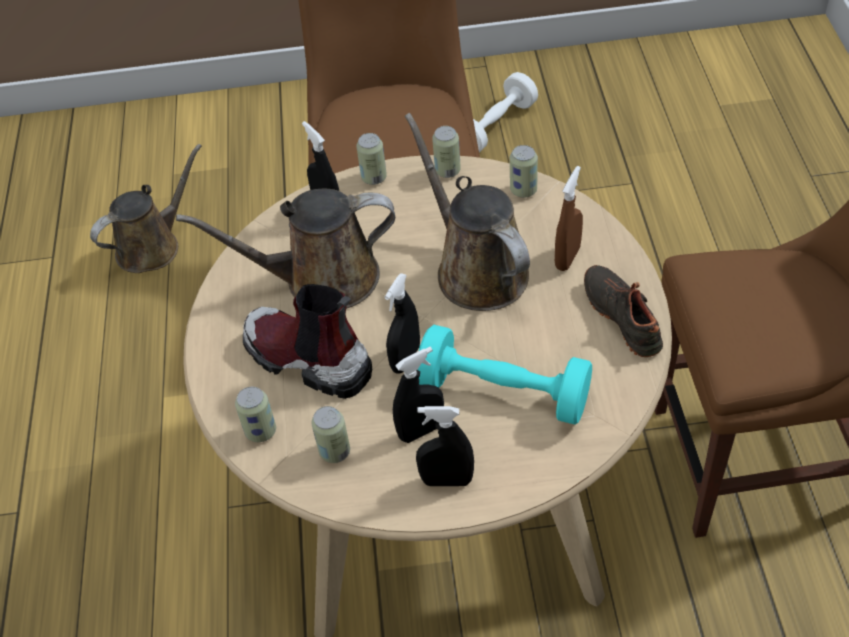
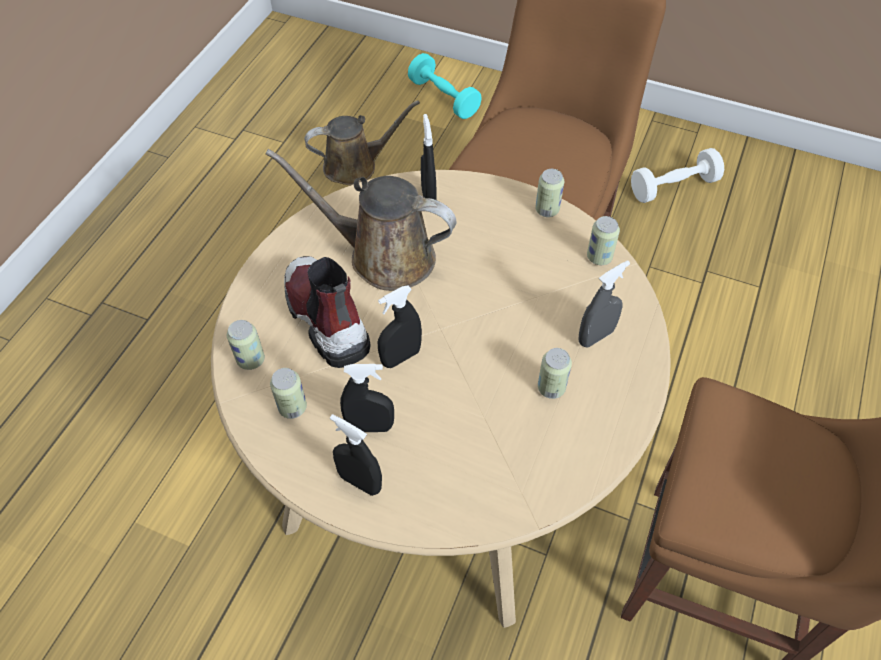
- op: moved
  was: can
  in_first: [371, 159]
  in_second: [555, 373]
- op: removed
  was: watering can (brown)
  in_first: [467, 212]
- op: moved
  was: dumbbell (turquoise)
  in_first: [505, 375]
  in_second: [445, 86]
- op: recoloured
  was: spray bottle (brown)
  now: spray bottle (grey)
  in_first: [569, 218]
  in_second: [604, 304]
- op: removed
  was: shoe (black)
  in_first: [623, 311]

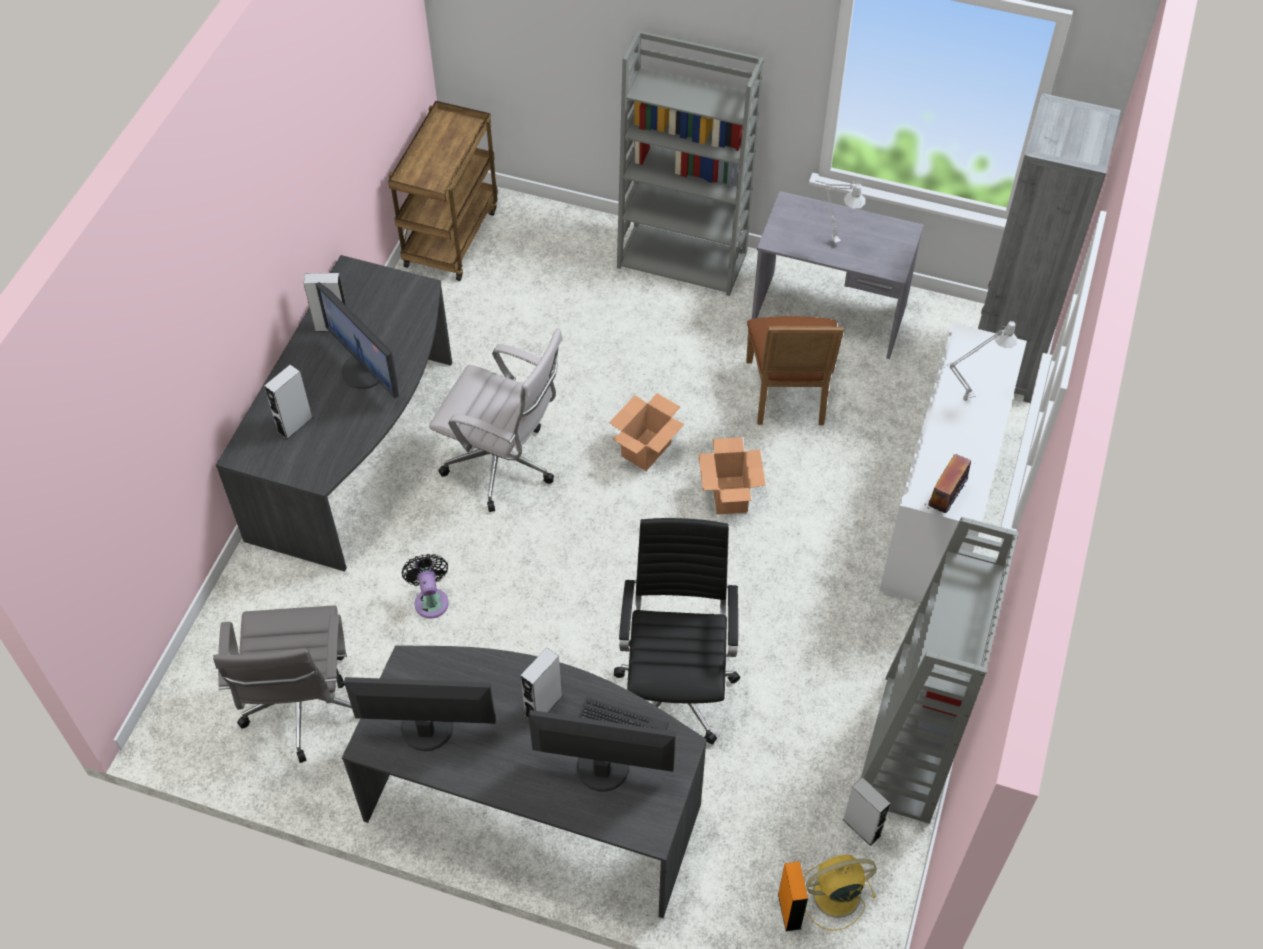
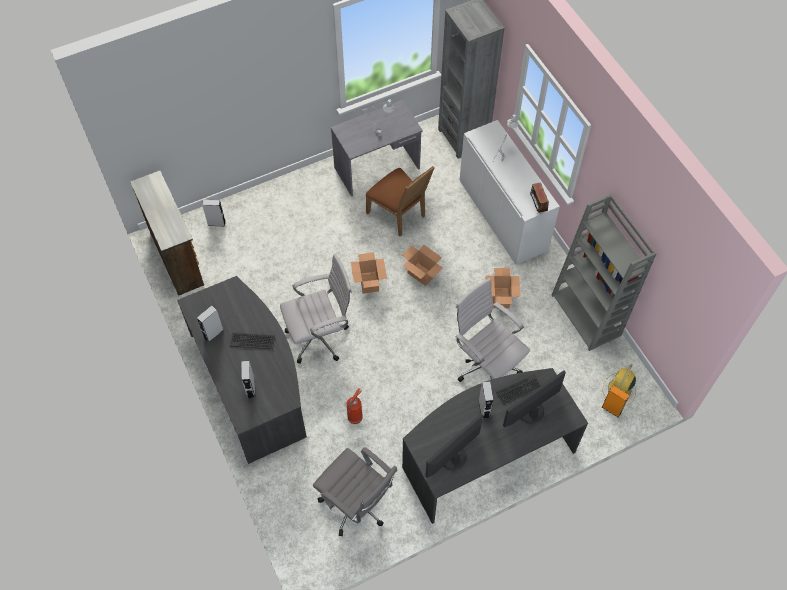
- op: replaced
  was: monitor
  now: keyboard
  in_first: [357, 340]
  in_second: [252, 340]
- op: replaced
  was: cart (brown)
  now: dresser (brown)
  in_first: [443, 191]
  in_second: [167, 233]
- op: replaced
  was: fan (black)
  now: fire extinguisher
  in_first: [425, 586]
  in_second: [355, 406]
- op: recoloured
  was: office chair (black)
  now: office chair (white)
  in_first: [677, 631]
  in_second: [492, 330]
- op: removed
  was: bookcase (grey)
  in_first: [690, 163]
- op: moved
  was: speaker (grey)
  in_first: [866, 811]
  in_second: [214, 213]
- op: added
  now: cardboard box
  in_second: [503, 288]

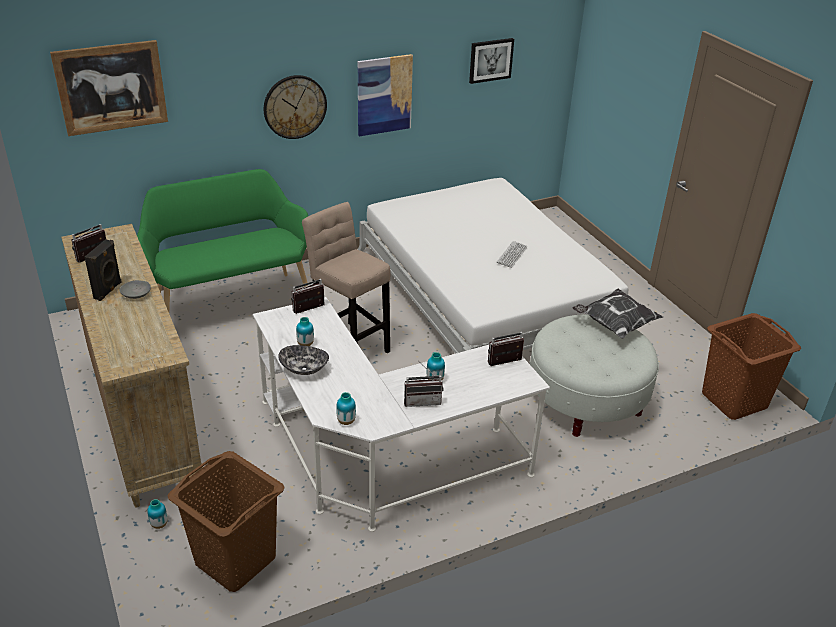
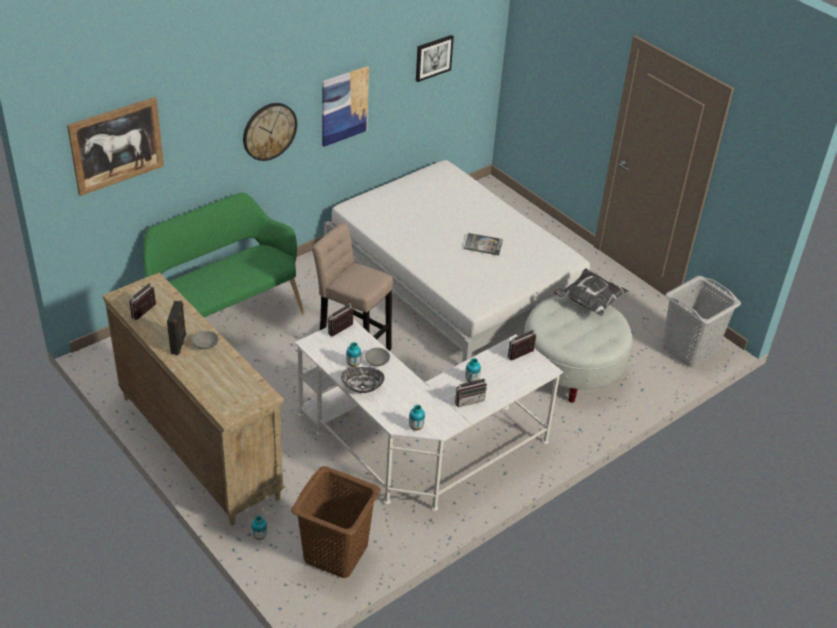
- op: replaced
  was: keyboard
  now: book
  in_first: [512, 254]
  in_second: [483, 244]
- op: recoloured
  was: laundry basket (brown)
  now: laundry basket (grey)
  in_first: [751, 366]
  in_second: [701, 321]
- op: added
  now: bowl (grey)
  in_second: [377, 357]

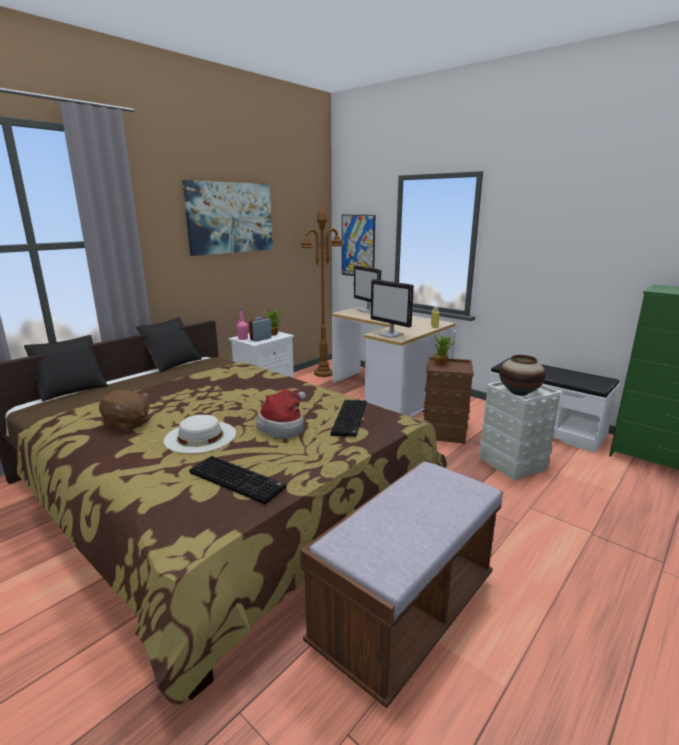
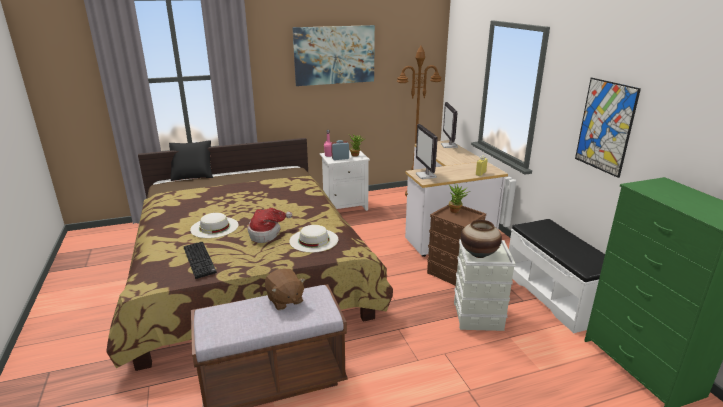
- op: moved
  was: plush toy (brown)
  in_first: [124, 411]
  in_second: [285, 289]
- op: removed
  was: pillow (black)
  in_first: [168, 345]
- op: replaced
  was: keyboard
  now: hat (white)
  in_first: [348, 418]
  in_second: [313, 238]
- op: moved
  was: picture
  in_first: [358, 245]
  in_second: [608, 128]

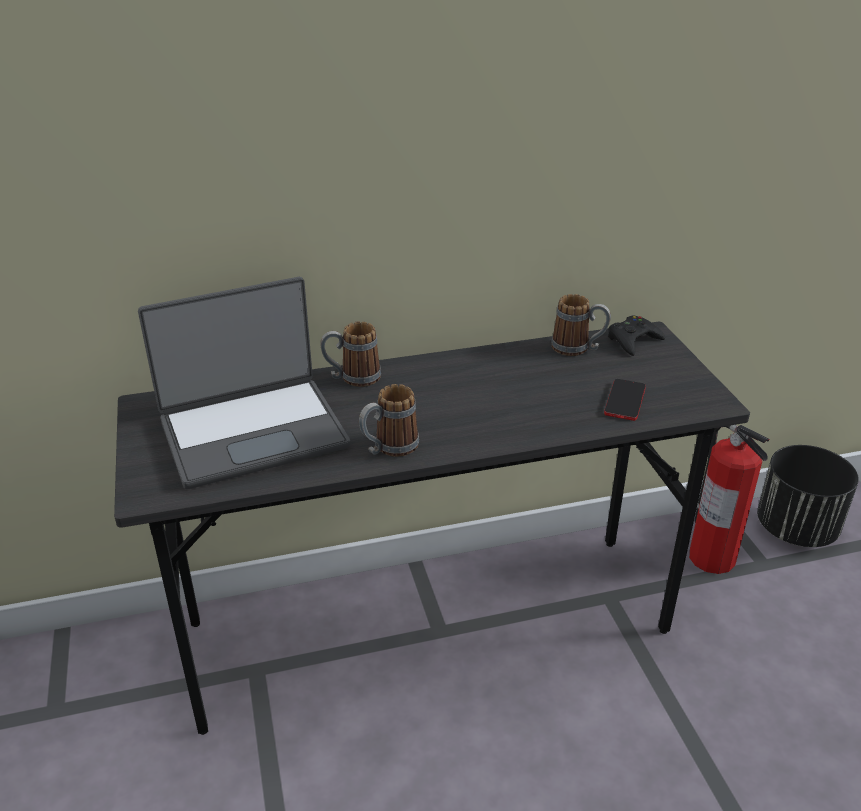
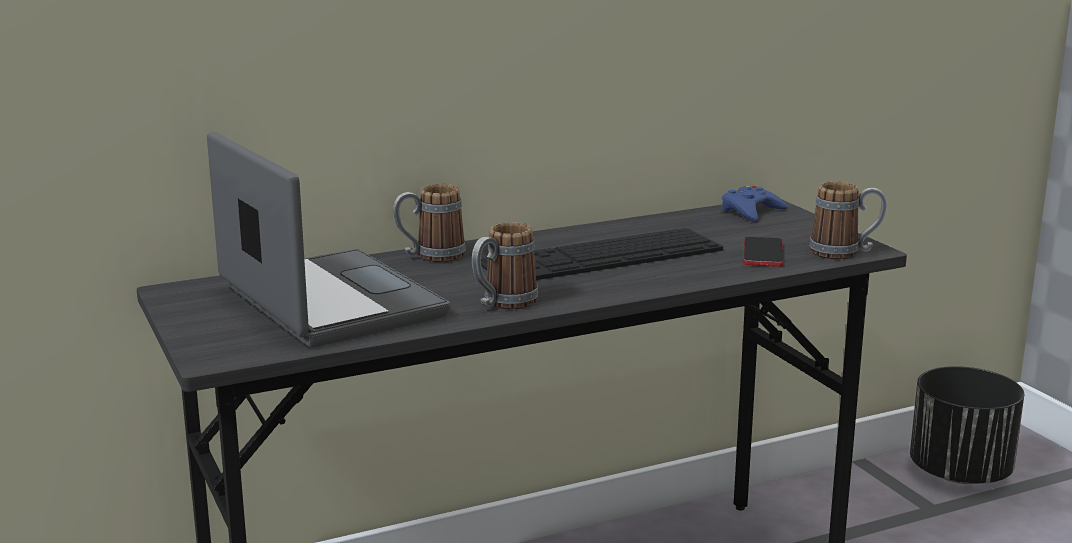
- op: turned
  was: laptop
  in_first: [244, 383]
  in_second: [328, 240]
  clockwise: -90
- op: moved
  was: mug
  in_first: [581, 325]
  in_second: [848, 220]
- op: recoloured
  was: game controller (black)
  now: game controller (blue)
  in_first: [636, 335]
  in_second: [754, 204]
- op: removed
  was: fire extinguisher
  in_first: [729, 499]
- op: added
  now: keyboard
  in_second: [602, 254]

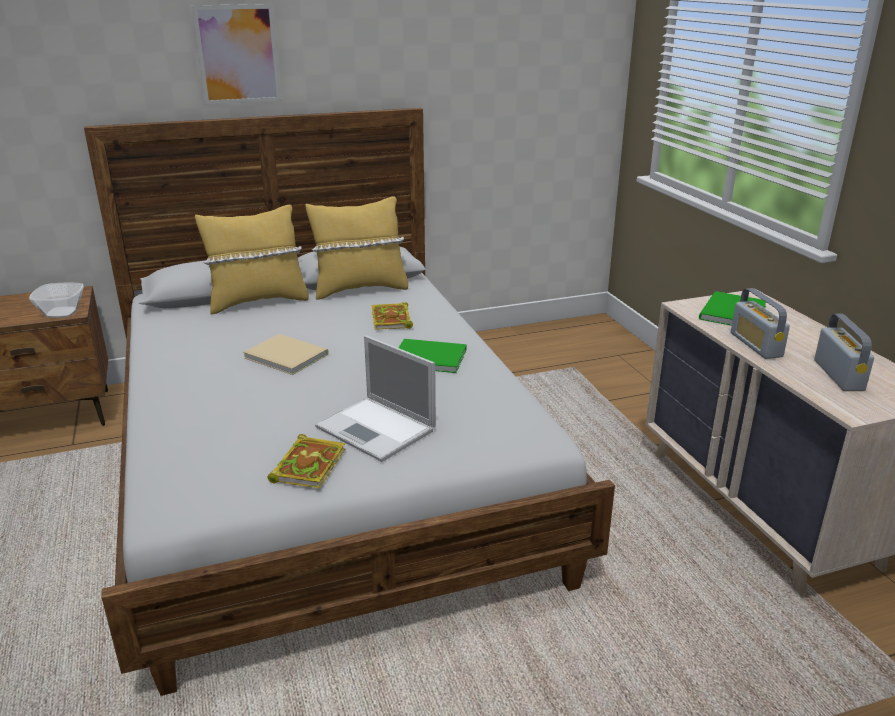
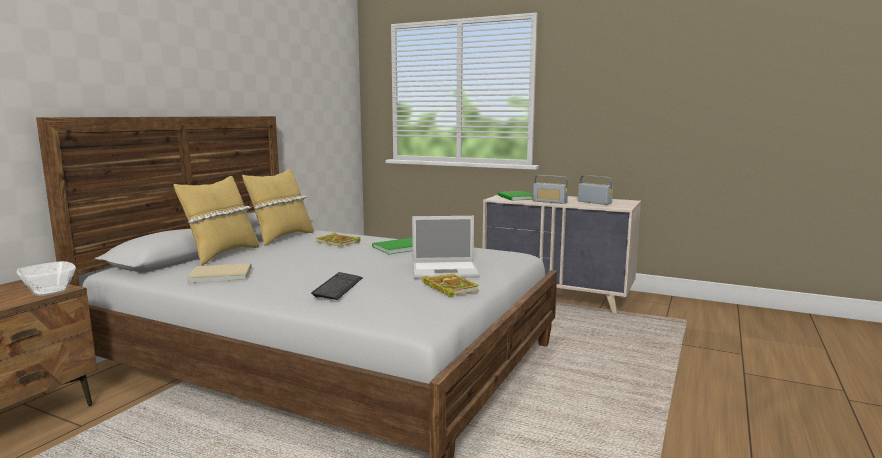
- op: removed
  was: picture
  in_first: [236, 54]
- op: moved
  was: book (beige)
  in_first: [286, 354]
  in_second: [219, 273]
- op: added
  now: keyboard
  in_second: [337, 286]

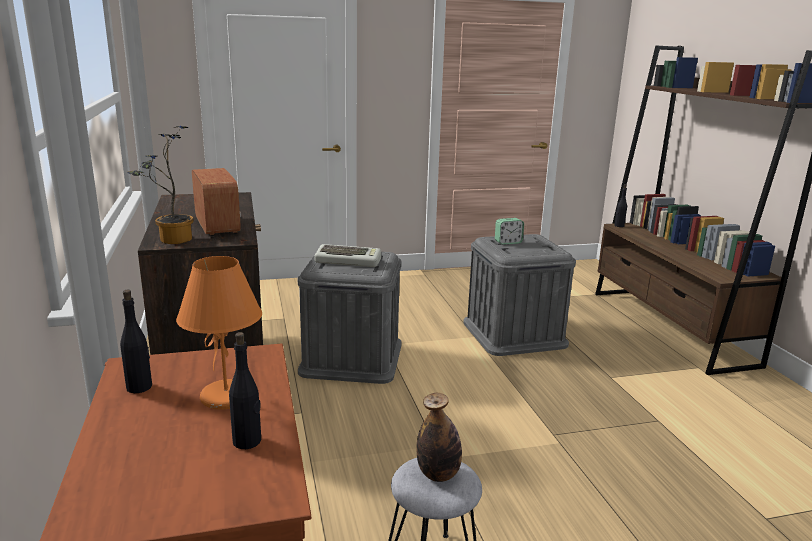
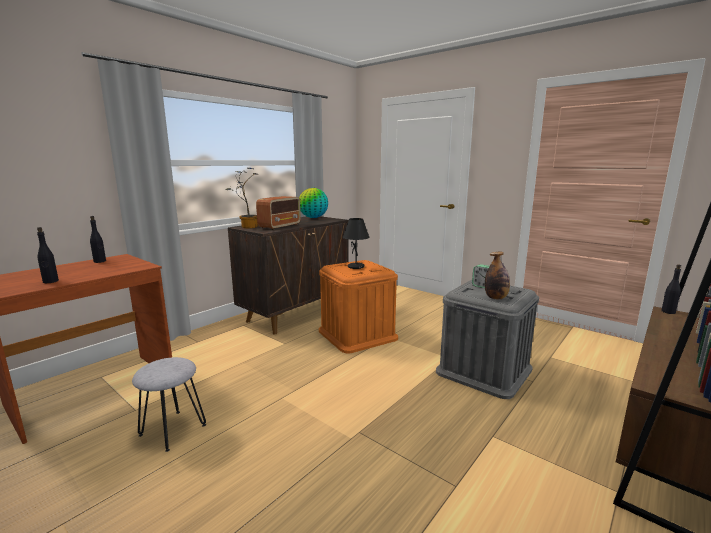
- op: removed
  was: table lamp (orange)
  in_first: [219, 333]
- op: recoloured
  was: storage box (grey)
  now: storage box (orange)
  in_first: [350, 318]
  in_second: [358, 306]
- op: replaced
  was: keyboard
  now: table lamp (black)
  in_first: [347, 255]
  in_second: [356, 243]
- op: moved
  was: bottle
  in_first: [439, 437]
  in_second: [497, 275]
- op: added
  now: globe
  in_second: [313, 203]

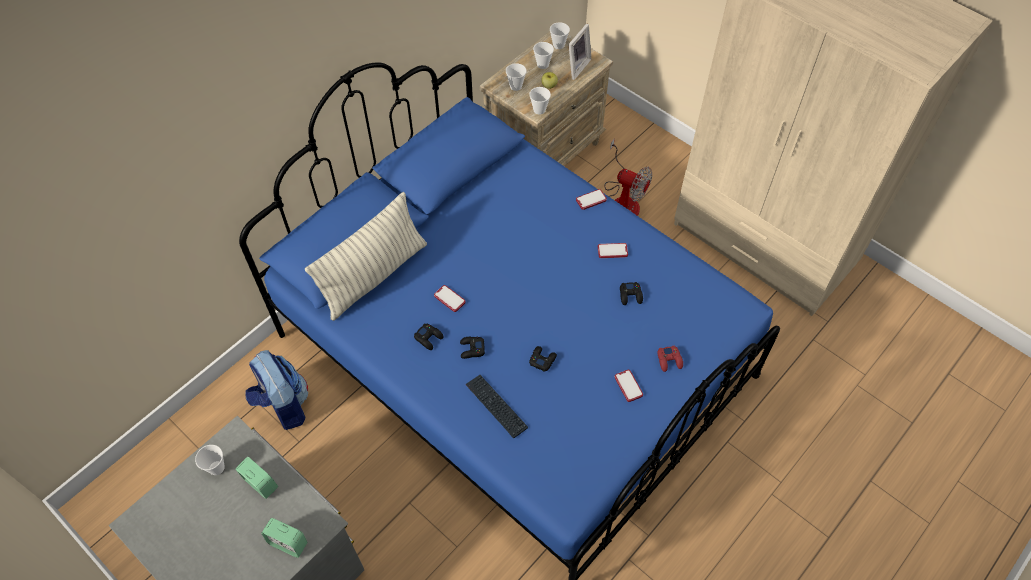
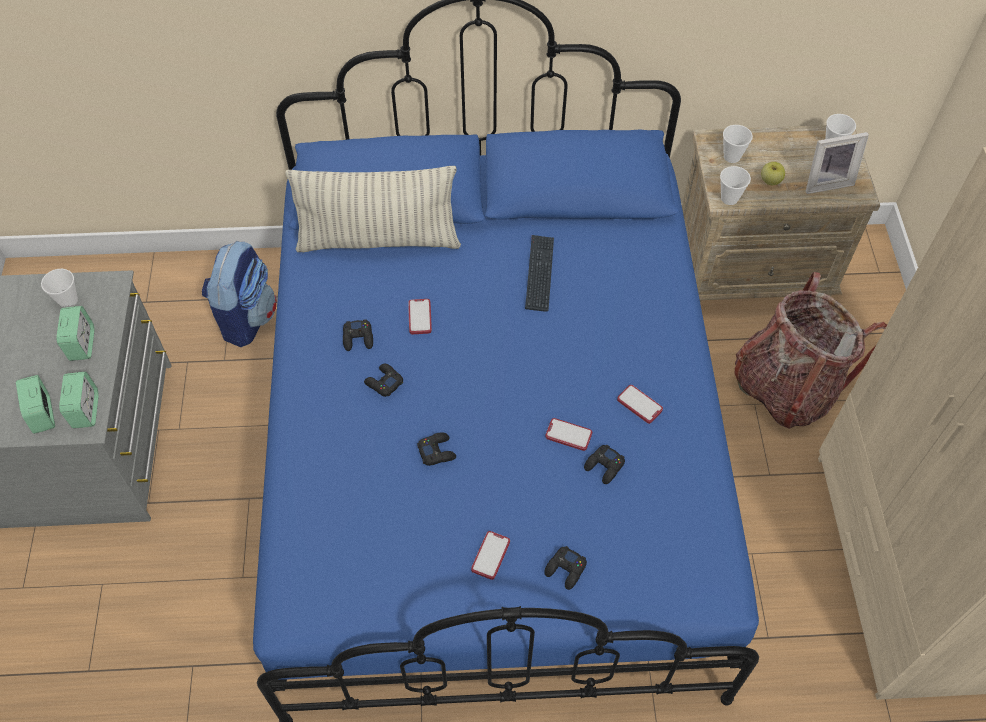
- op: moved
  was: keyboard
  in_first: [496, 407]
  in_second: [539, 273]
- op: removed
  was: cup
  in_first: [543, 55]
- op: moved
  was: phone
  in_first: [591, 199]
  in_second: [568, 434]
- op: replaced
  was: fan
  now: backpack
  in_first: [628, 177]
  in_second: [810, 350]
- op: recoloured
  was: game controller (red)
  now: game controller (black)
  in_first: [670, 358]
  in_second: [565, 568]
- op: added
  now: alarm clock
  in_second: [79, 400]

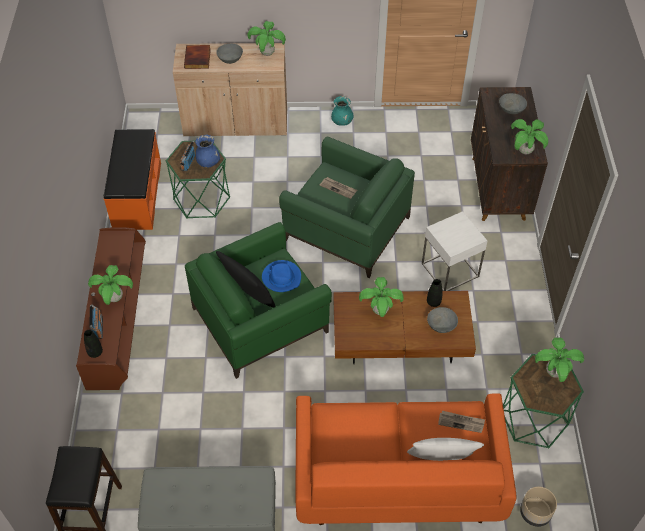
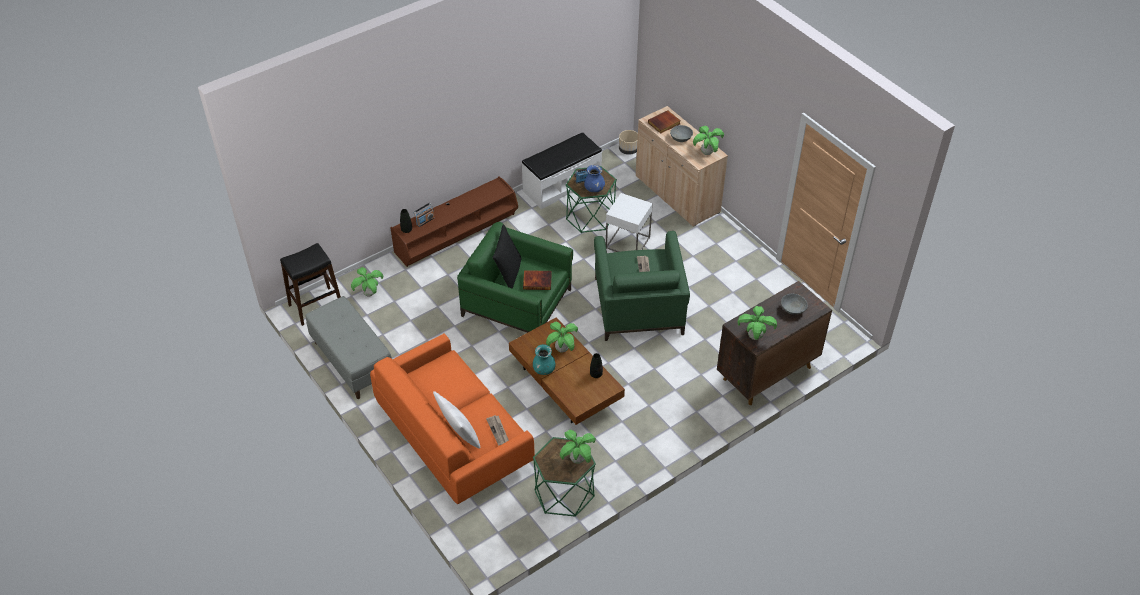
- op: moved
  was: potted plant
  in_first: [110, 285]
  in_second: [367, 281]
- op: recoloured
  was: bench (orange)
  now: bench (white)
  in_first: [132, 179]
  in_second: [562, 170]
- op: replaced
  was: hat (blue)
  now: book
  in_first: [281, 276]
  in_second: [537, 280]
- op: moved
  was: vase (turquoise)
  in_first: [342, 111]
  in_second: [544, 359]
- op: moved
  was: side table (white)
  in_first: [454, 251]
  in_second: [629, 222]
- op: removed
  was: bowl (grey)
  in_first: [442, 320]
- op: moved
  was: planter (beige)
  in_first: [538, 507]
  in_second: [628, 142]

